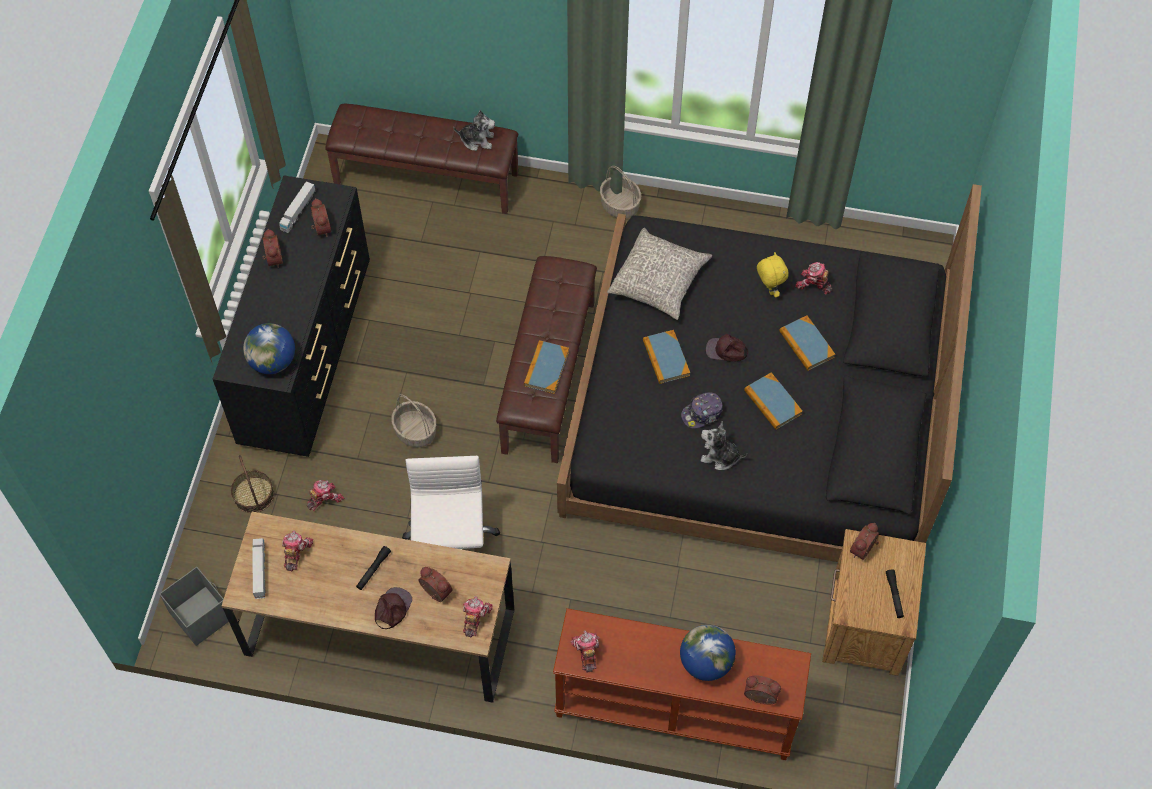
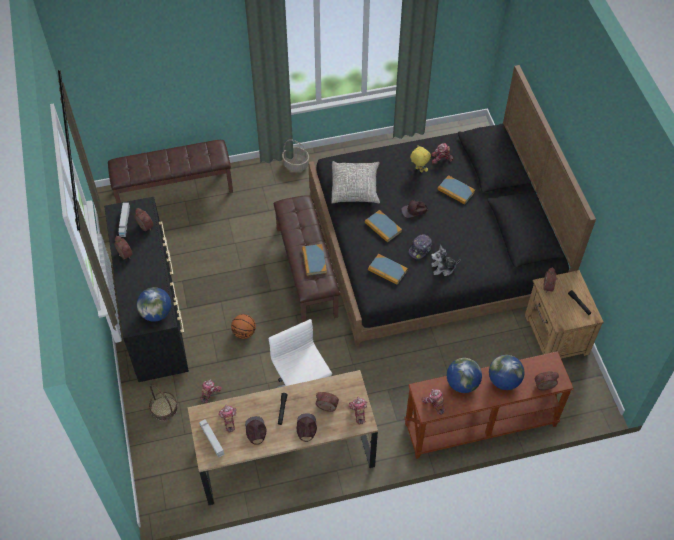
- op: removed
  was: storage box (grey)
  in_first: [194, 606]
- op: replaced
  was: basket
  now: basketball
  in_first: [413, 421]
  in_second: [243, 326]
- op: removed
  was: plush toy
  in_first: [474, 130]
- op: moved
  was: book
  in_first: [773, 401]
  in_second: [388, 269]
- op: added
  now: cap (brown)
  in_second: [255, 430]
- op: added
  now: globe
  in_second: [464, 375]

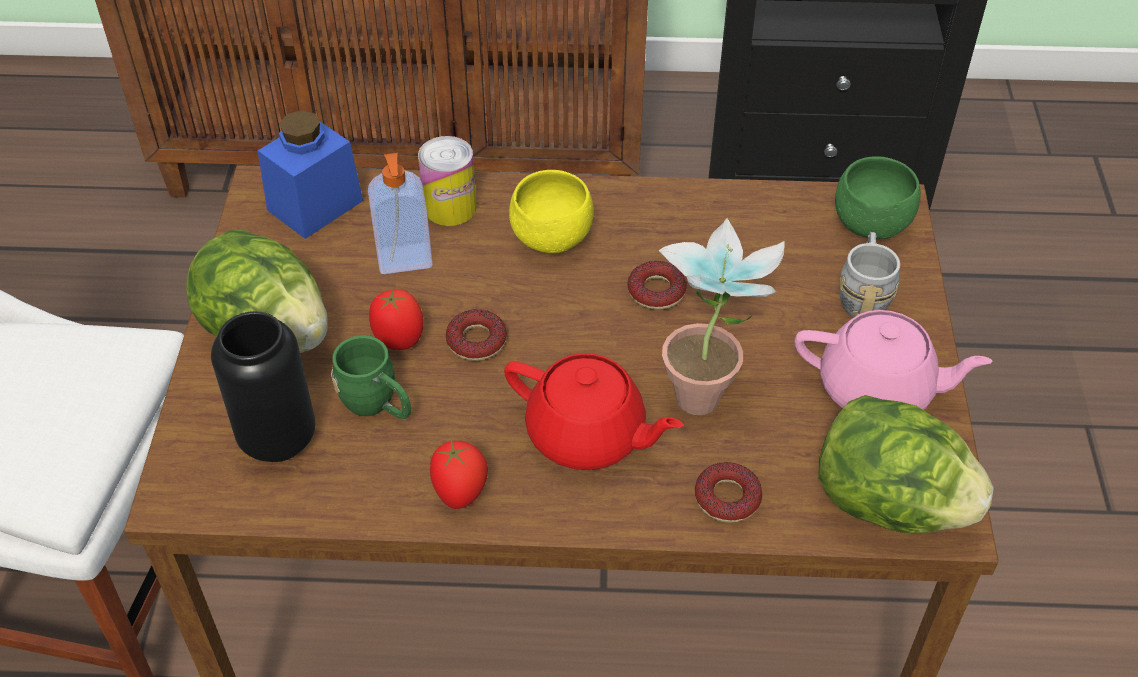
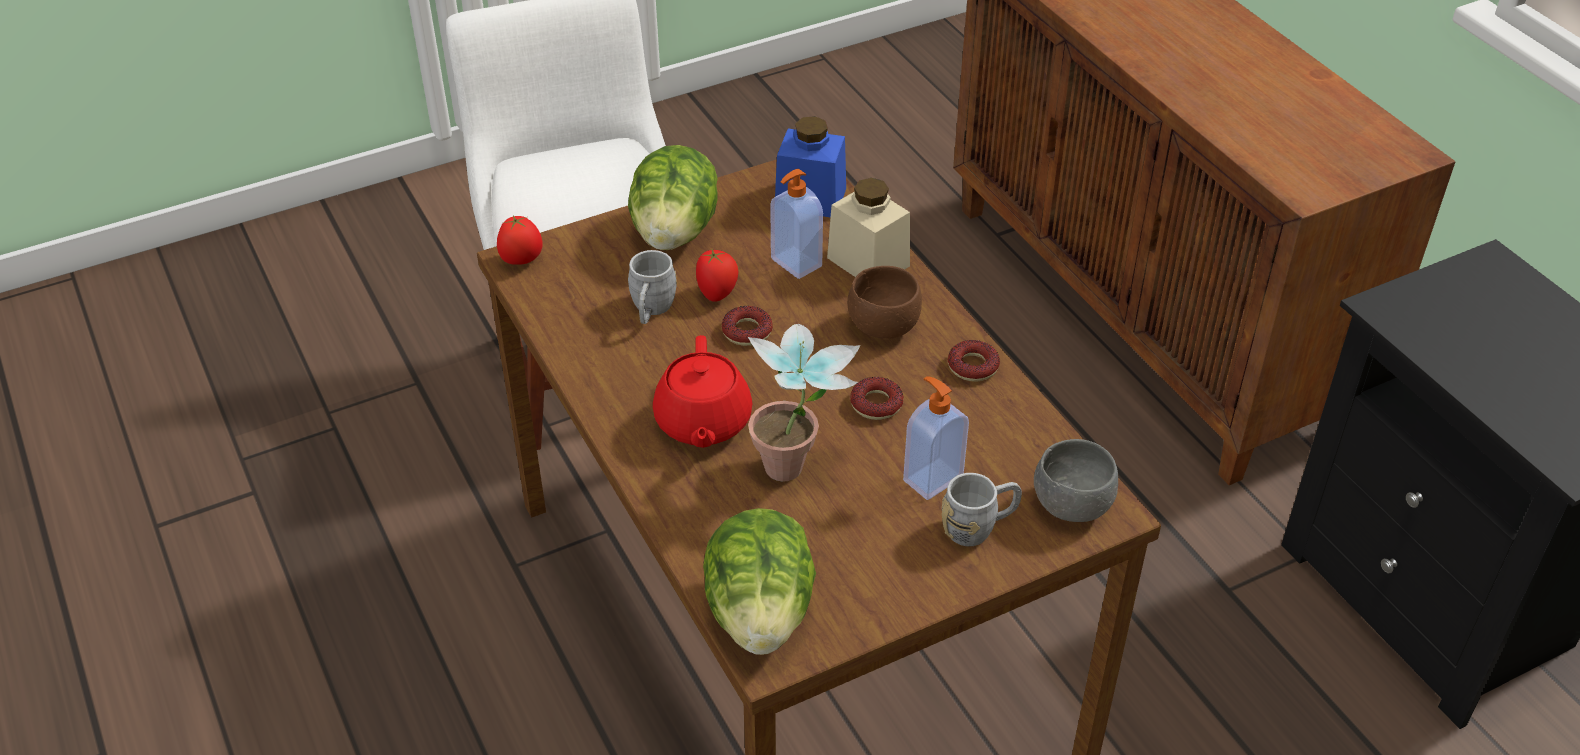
- op: removed
  was: vase (black)
  in_first: [263, 386]
- op: recoloured
  was: mug (green)
  now: mug (grey)
  in_first: [371, 377]
  in_second: [652, 287]
- op: replaced
  was: can
  now: jar (beige)
  in_first: [447, 181]
  in_second: [868, 227]
- op: moved
  was: tomato
  in_first: [459, 474]
  in_second: [520, 240]
- op: recoloured
  was: bowl (yellow)
  now: bowl (brown)
  in_first: [551, 211]
  in_second: [884, 302]
- op: moved
  was: donut
  in_first: [728, 492]
  in_second: [974, 361]
- op: removed
  was: teapot (pink)
  in_first: [894, 360]
- op: recoloured
  was: bowl (green)
  now: bowl (grey)
  in_first: [878, 197]
  in_second: [1076, 480]
- op: added
  now: soap dispenser
  in_second: [936, 438]

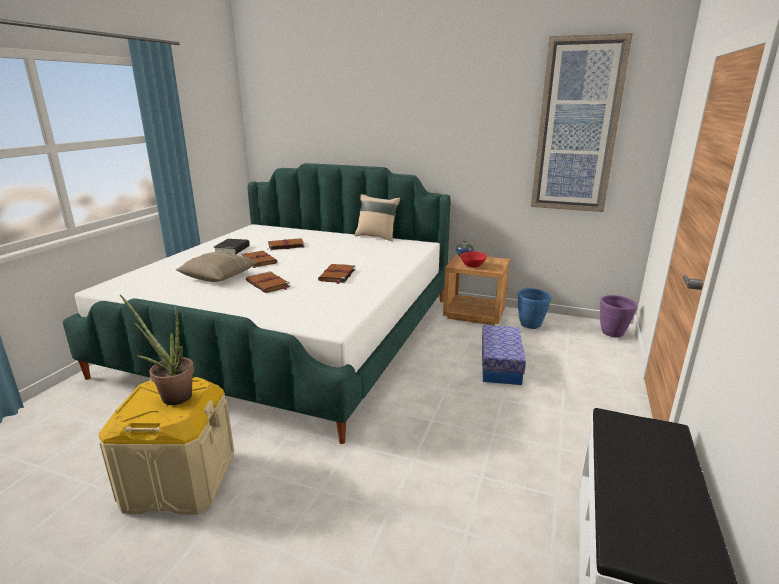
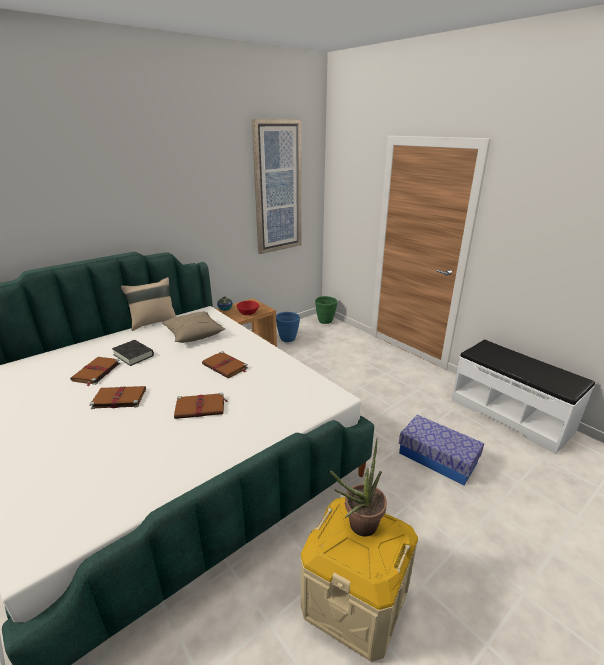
- op: moved
  was: pillow (beige)
  in_first: [216, 266]
  in_second: [193, 327]
- op: moved
  was: book (black)
  in_first: [232, 246]
  in_second: [133, 353]
- op: moved
  was: storage box
  in_first: [504, 355]
  in_second: [441, 450]
- op: recoloured
  was: planter (purple)
  now: planter (green)
  in_first: [618, 316]
  in_second: [326, 310]

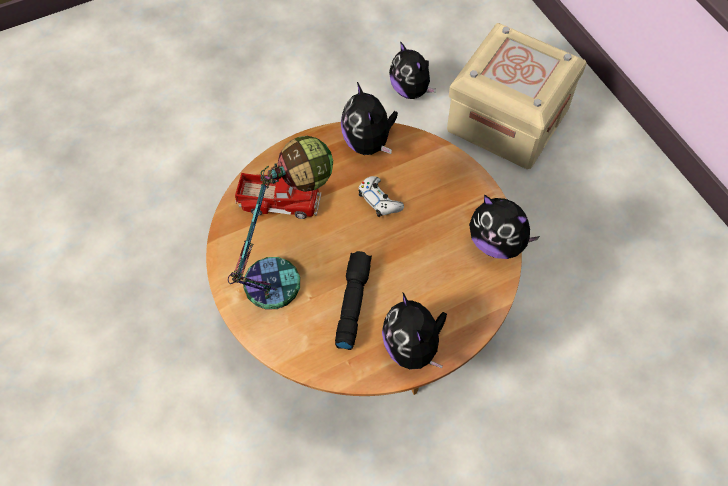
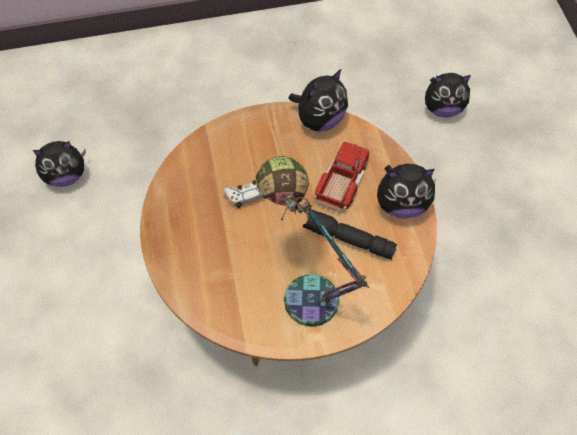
- op: moved
  was: toy truck
  in_first: [278, 196]
  in_second: [341, 176]
- op: moved
  was: plush toy
  in_first: [369, 118]
  in_second: [448, 95]
- op: removed
  was: storage box (beige)
  in_first: [517, 96]

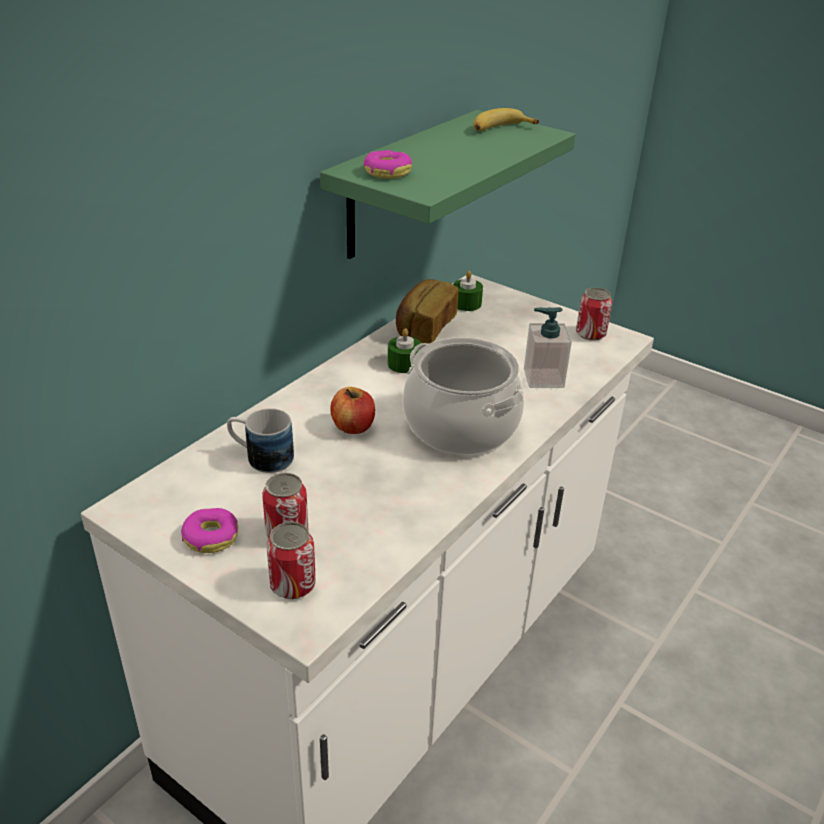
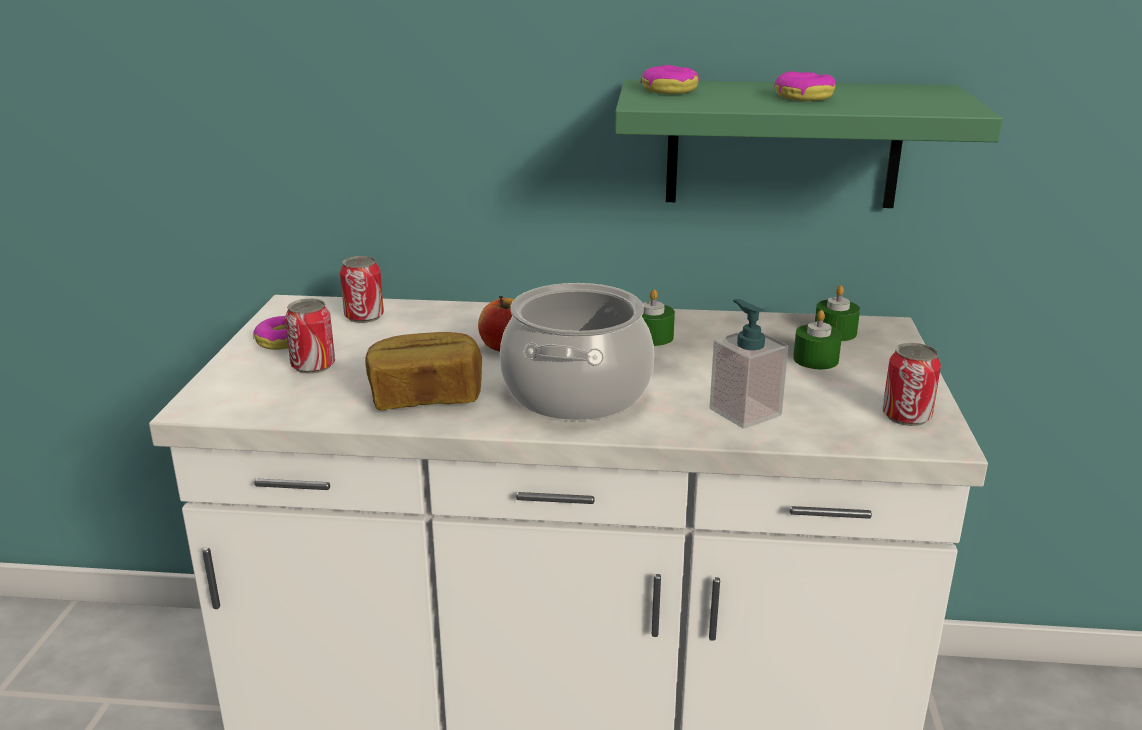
- op: removed
  was: mug
  in_first: [260, 440]
- op: moved
  was: can
  in_first: [291, 560]
  in_second: [362, 289]
- op: moved
  was: bread
  in_first: [427, 311]
  in_second: [423, 371]
- op: removed
  was: banana
  in_first: [506, 119]
- op: added
  now: donut
  in_second: [805, 86]
- op: added
  now: candle (green)
  in_second: [817, 339]

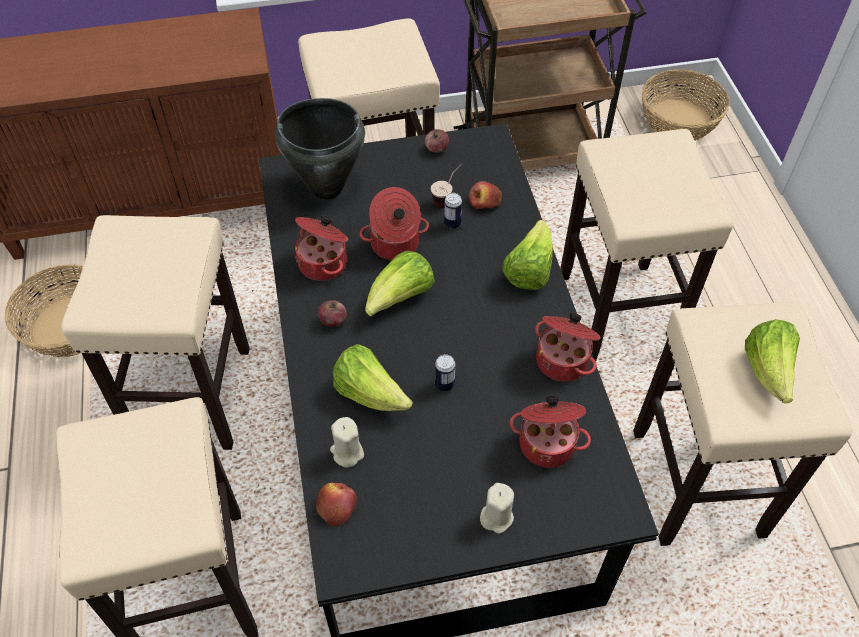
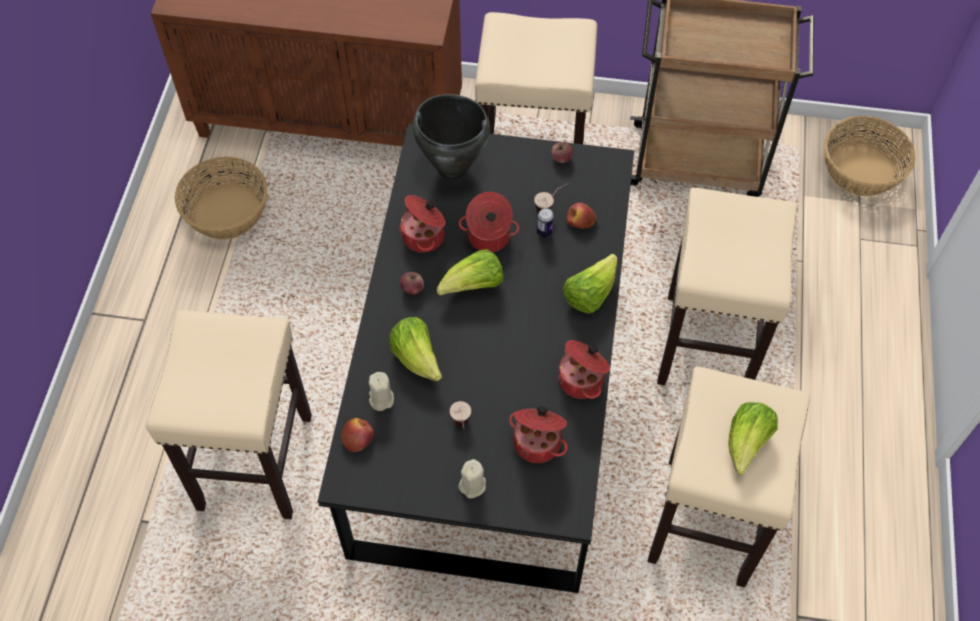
- op: removed
  was: stool (beige)
  in_first: [156, 332]
- op: removed
  was: can
  in_first: [445, 373]
- op: added
  now: cup
  in_second: [460, 416]

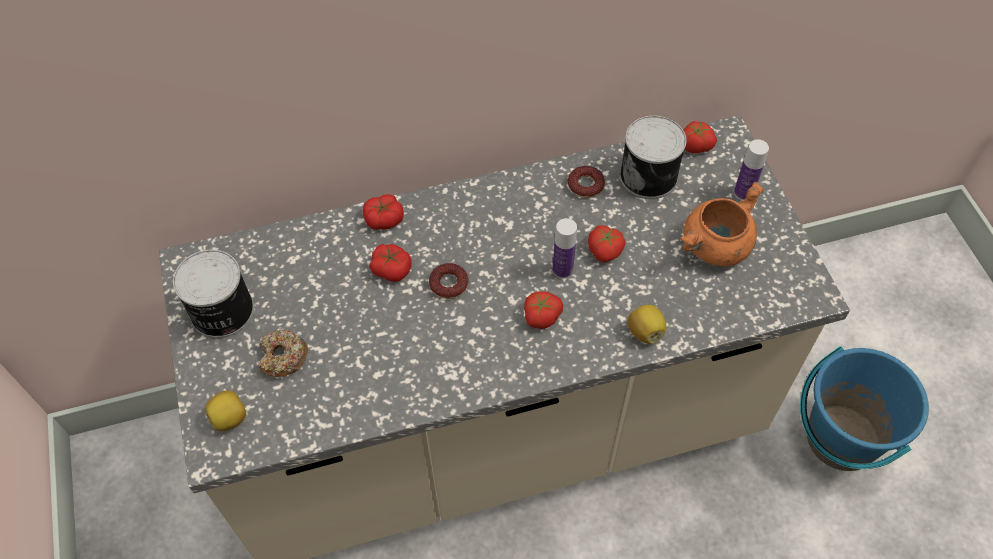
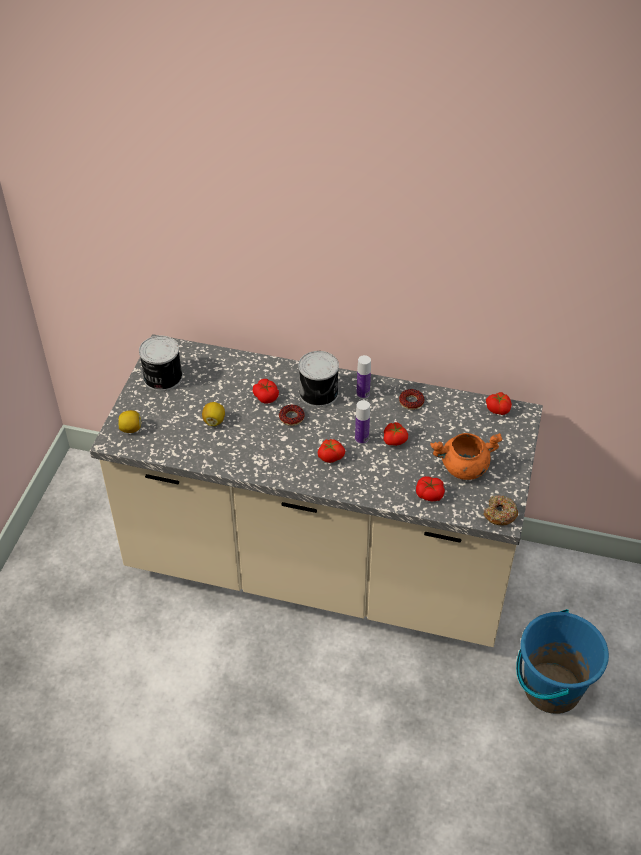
- op: moved
  was: donut
  in_first: [283, 353]
  in_second: [500, 510]
- op: moved
  was: tomato
  in_first: [383, 212]
  in_second: [430, 489]
- op: moved
  was: can
  in_first: [653, 157]
  in_second: [318, 379]
- op: moved
  was: lemon
  in_first: [647, 324]
  in_second: [213, 414]
- op: moved
  was: bottle
  in_first: [751, 169]
  in_second: [364, 377]

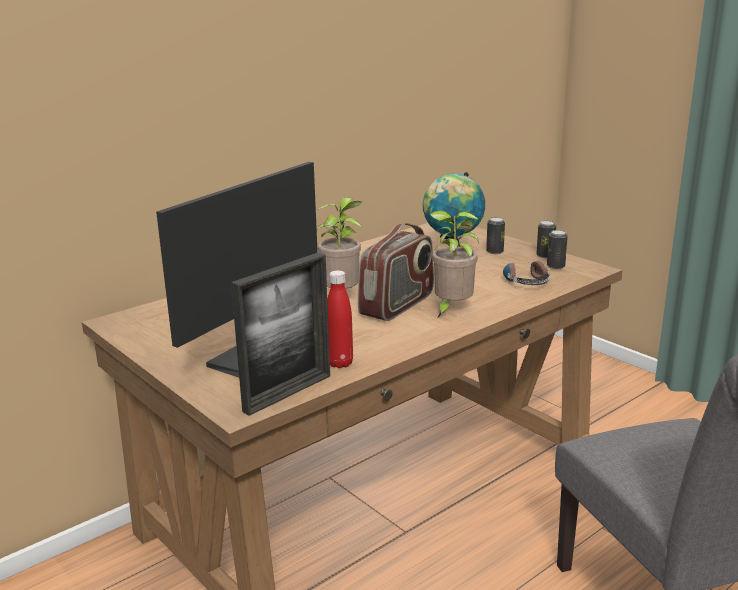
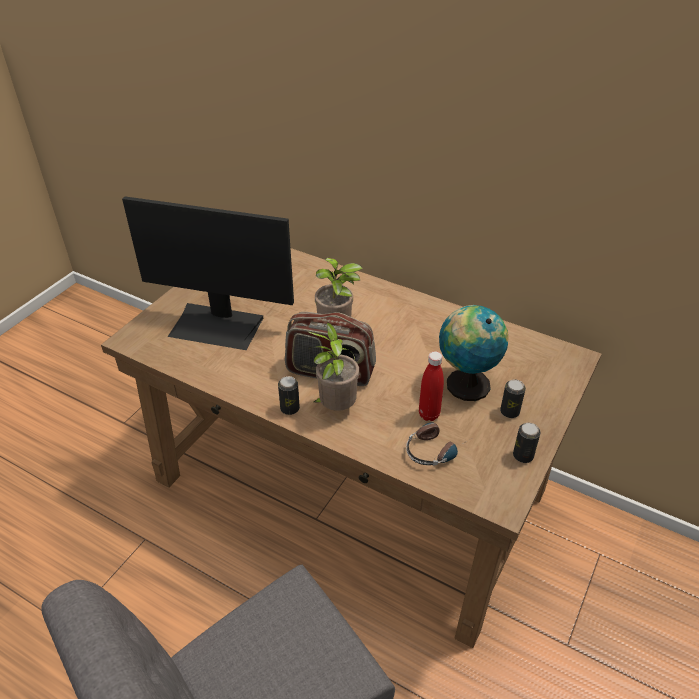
- op: removed
  was: picture frame
  in_first: [280, 334]
- op: moved
  was: bottle (red)
  in_first: [340, 319]
  in_second: [431, 386]
- op: moved
  was: can
  in_first: [557, 249]
  in_second: [289, 395]

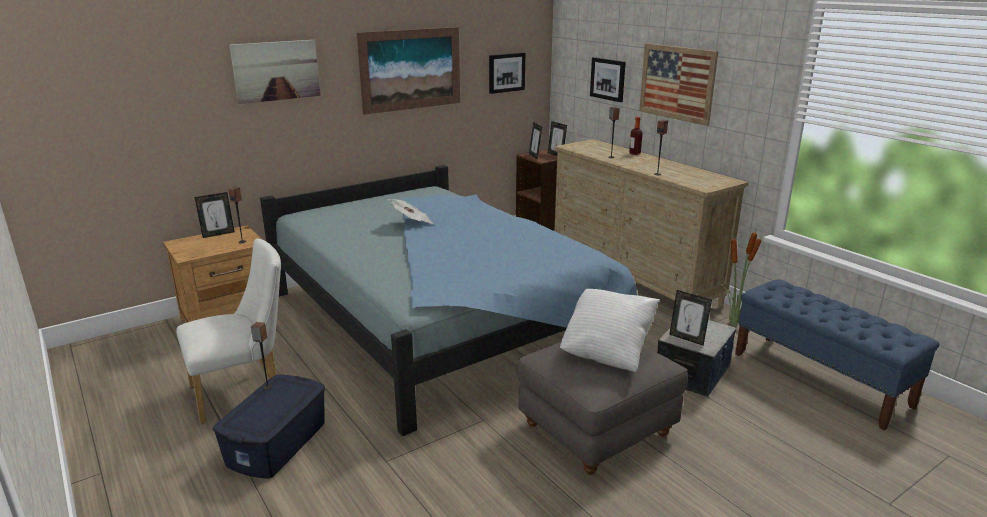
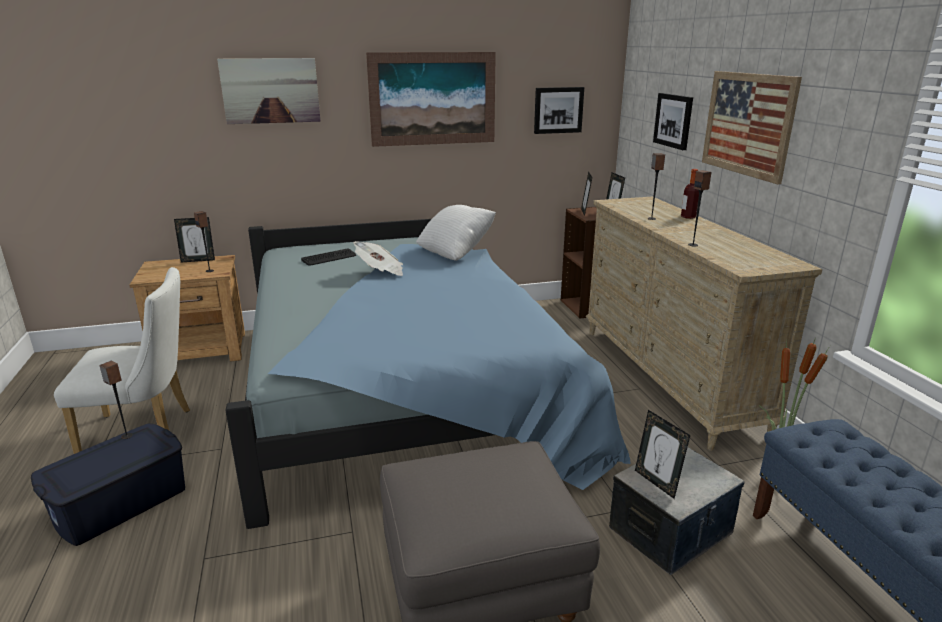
- op: moved
  was: pillow (white)
  in_first: [610, 330]
  in_second: [456, 233]
- op: added
  now: keyboard
  in_second: [328, 257]

